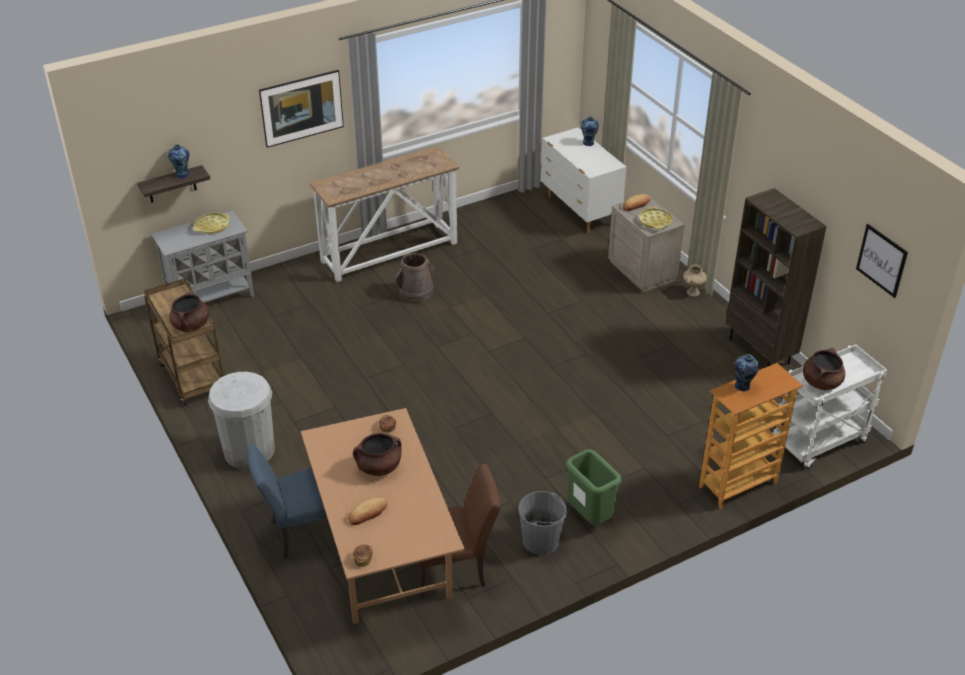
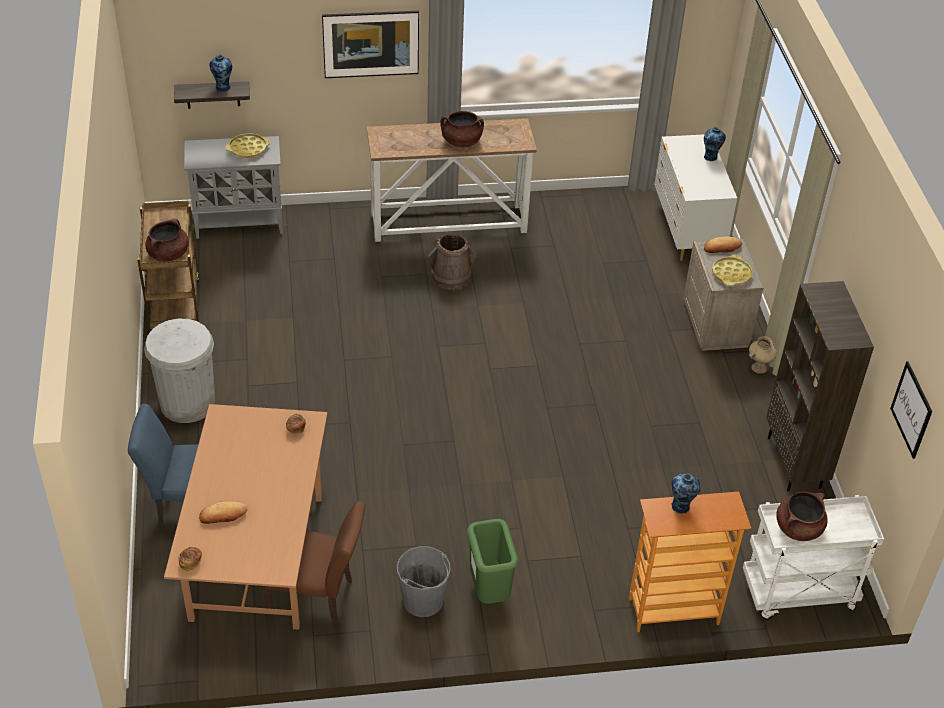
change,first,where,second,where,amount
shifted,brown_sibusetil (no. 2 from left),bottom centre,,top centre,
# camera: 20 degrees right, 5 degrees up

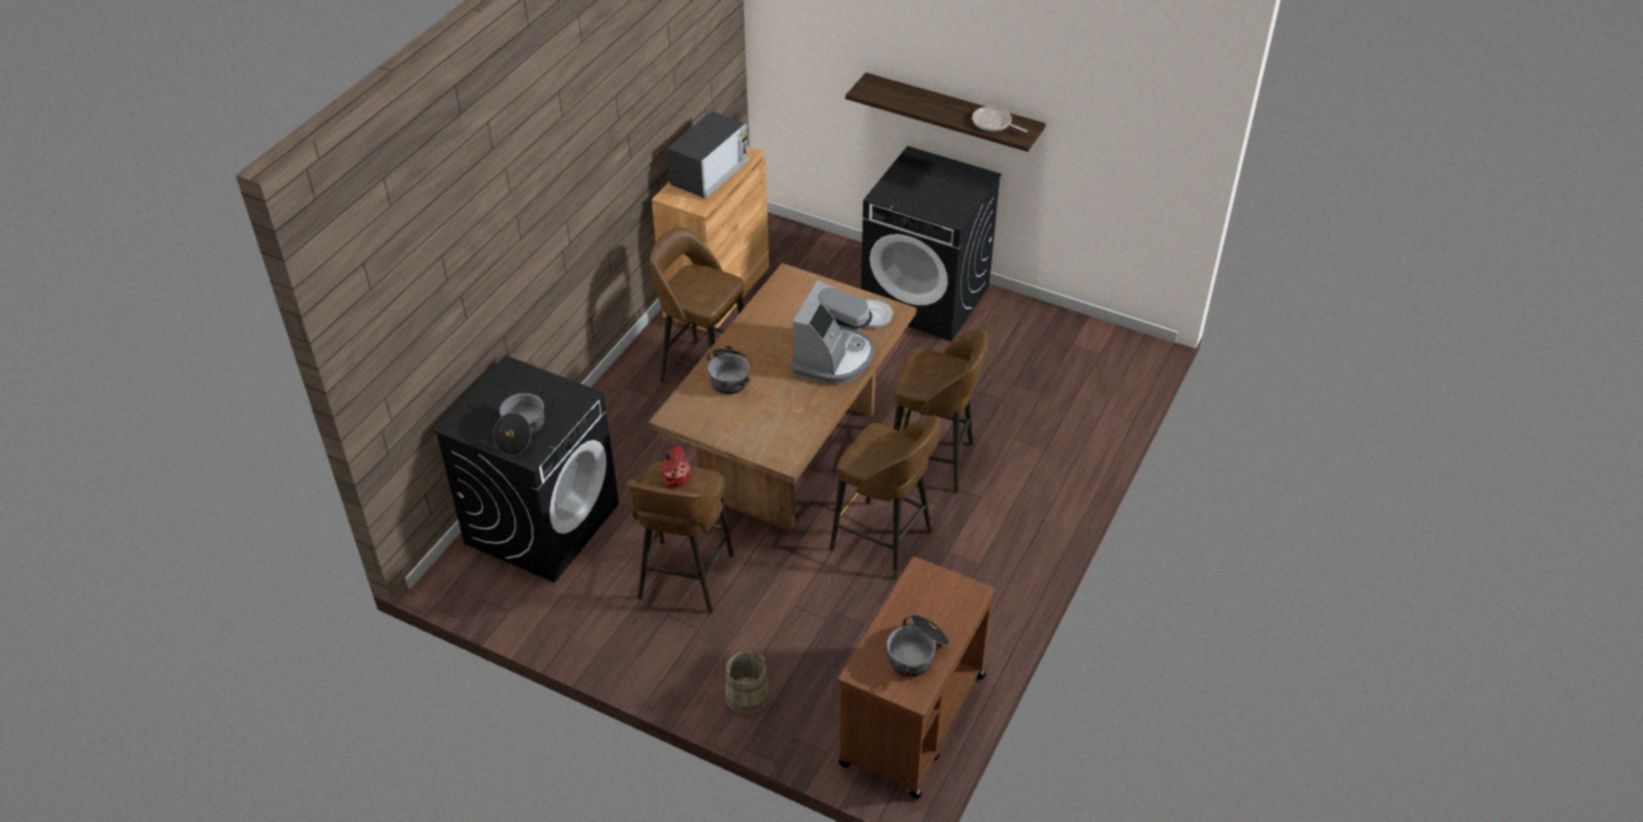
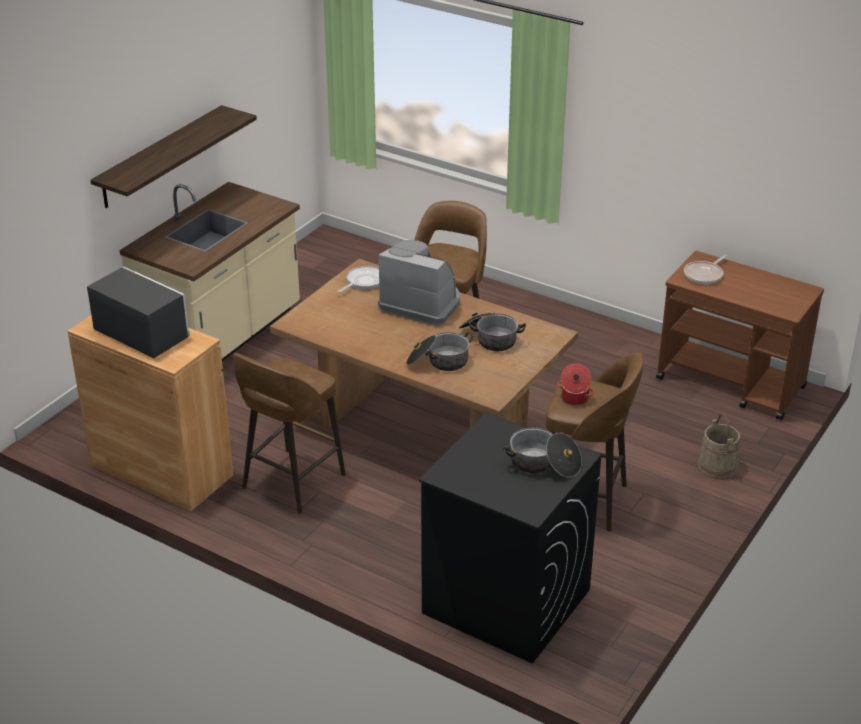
change,first,where,second,where,amount
gone,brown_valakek (no. 3 from left),centre,,,
swapped,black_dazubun (no. 2 from left),top centre,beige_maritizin,middle left,
shifted,sibusetil (no. 4 from left in the first image),bottom centre,sibusetil (no. 2 from left),centre,
shifted,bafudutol (no. 2 from left),top centre,,middle right,
# camera: 85 degrees left, 10 degrees down

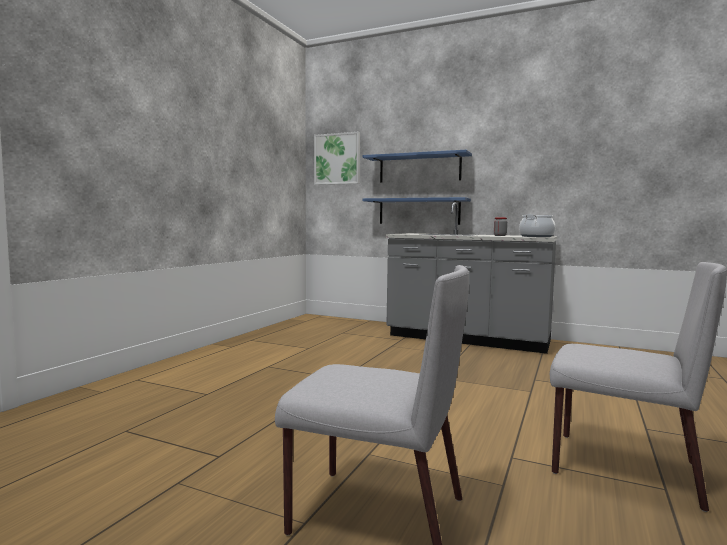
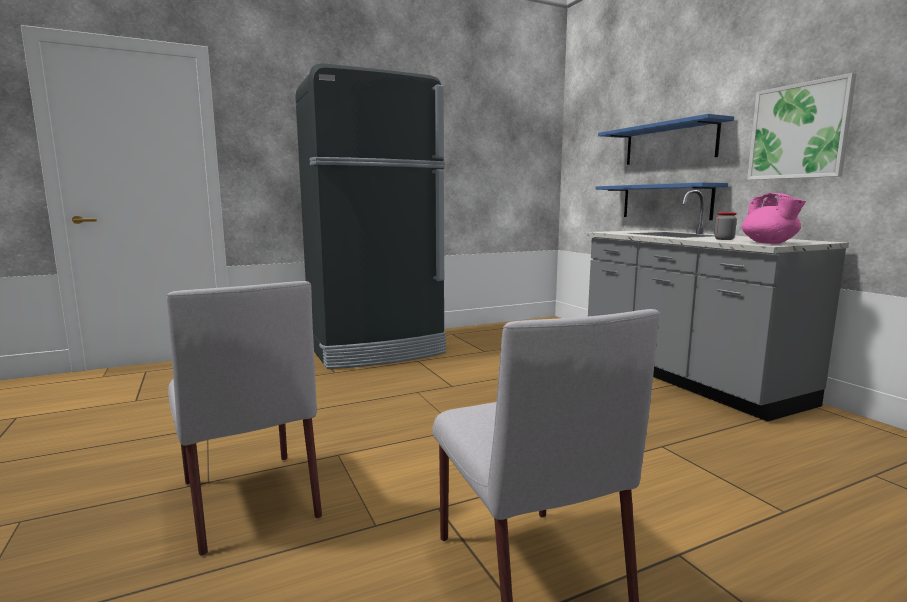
change,first,where,second,where,amount
shifted,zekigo,top centre,,top right,
swapped,sibusetil,middle right,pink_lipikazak,middle right,
new,,,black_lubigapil,centre,
# camera: 40 degrees right, 5 degrees up

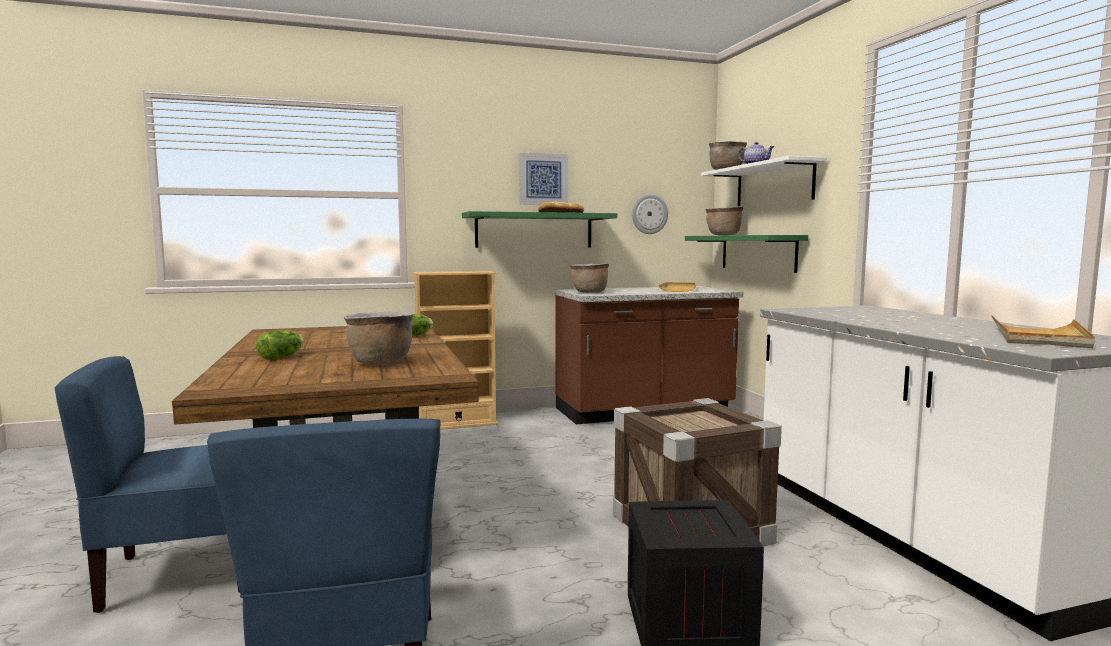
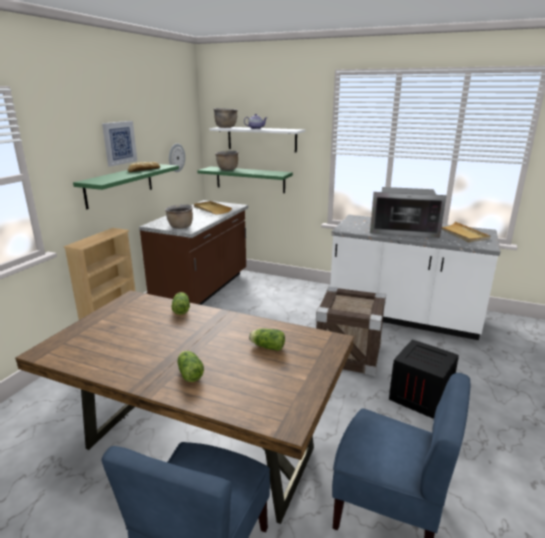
change,first,where,second,where,amount
swapped,brown_sibusetil (no. 1 from left),centre,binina (no. 3 from left),centre,
new,,,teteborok,middle right,
# camera: 50 degrees left, 15 degrees up

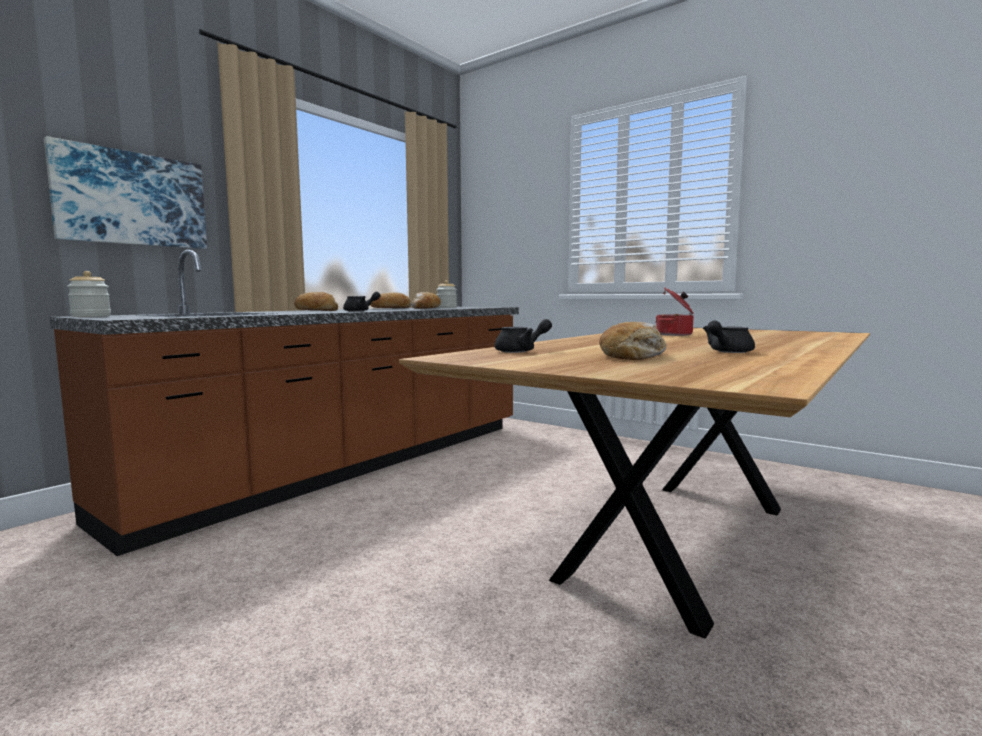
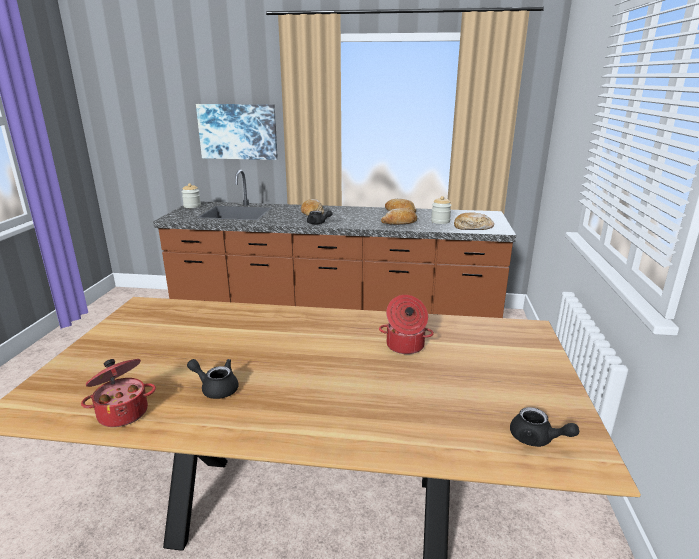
change,first,where,second,where,amount
shifted,black_lipikazak (no. 2 from left in the first image),centre,black_lipikazak (no. 3 from left),bottom right,
shifted,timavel (no. 4 from left),centre,,middle right,
new,,,sibusetil (no. 1 from left),bottom left,
# camera: 60 degrees right, 15 degrees up

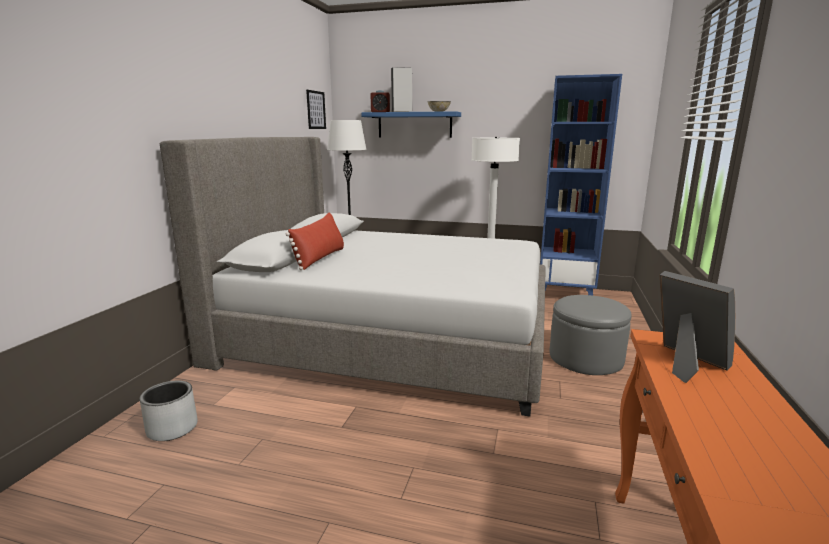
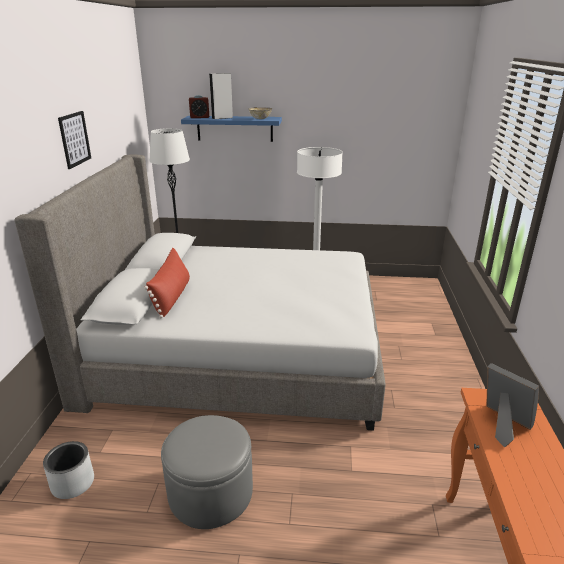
change,first,where,second,where,amount
shifted,zekigo,top centre,,top left,
gone,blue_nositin,middle right,,,
shifted,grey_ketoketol,middle right,,bottom centre,
# camera: 10 degrees left, 10 degrees up

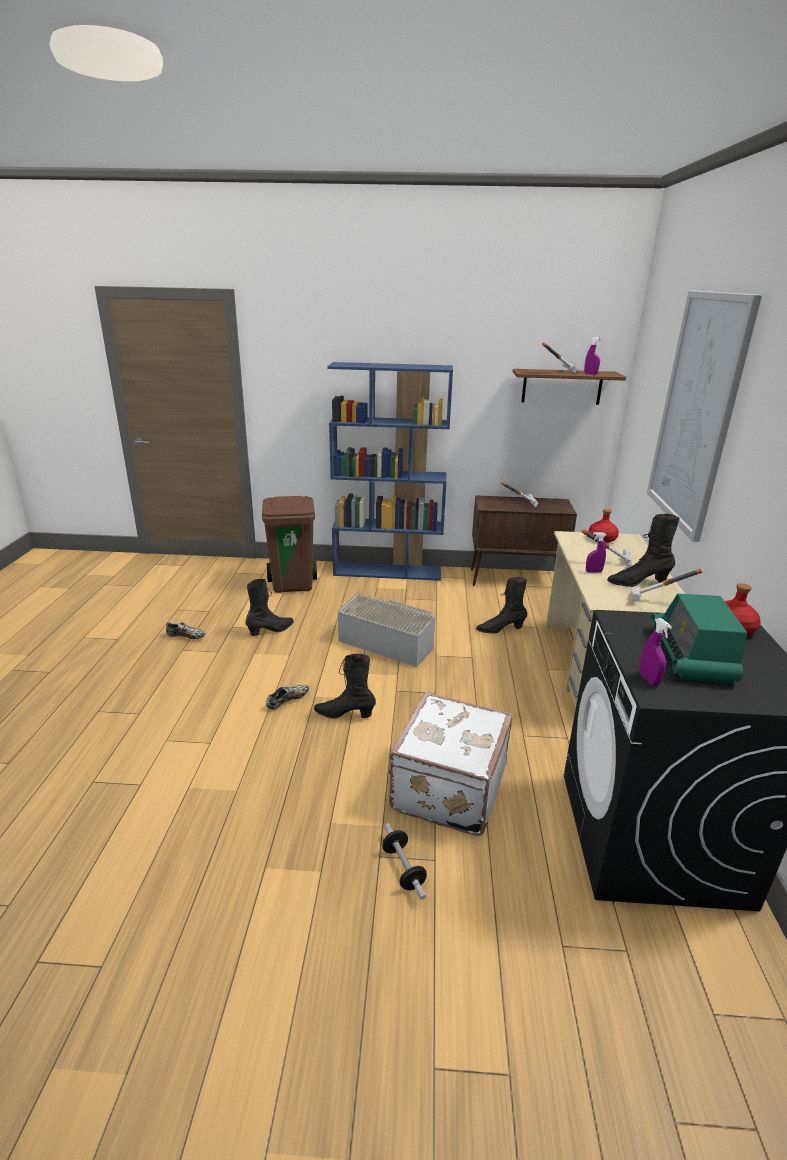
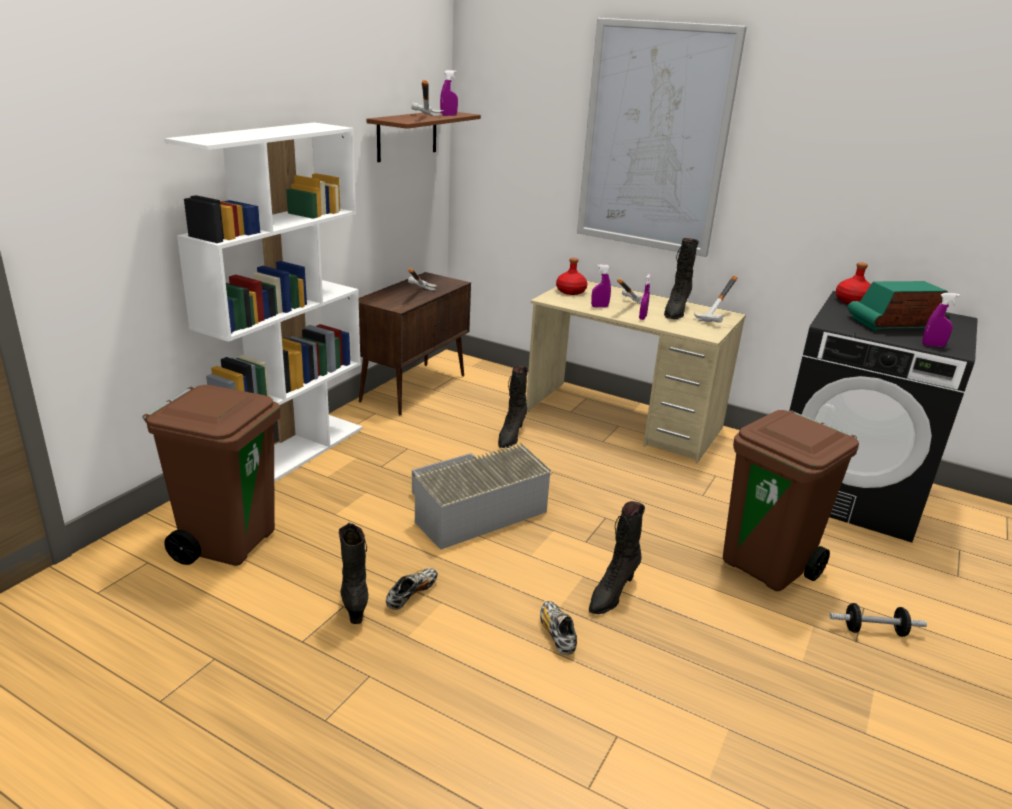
change,first,where,second,where,amount
shifted,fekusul (no. 1 from left),middle left,,bottom centre,
repainted,blue_nositin,centre,white_nositin,middle left,
swapped,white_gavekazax,centre,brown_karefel (no. 2 from left),middle right,
rotated,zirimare,middle right,,middle right,135 degrees clockwise
new,,,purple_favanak (no. 2 from left),centre,
# camera: 65 degrees left, 0 degrees up

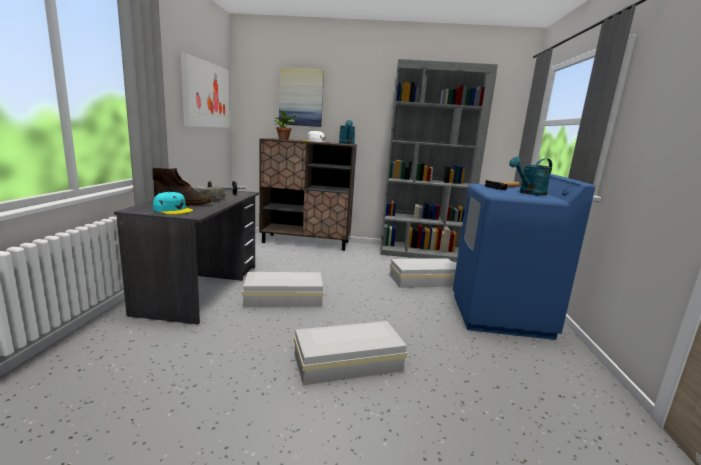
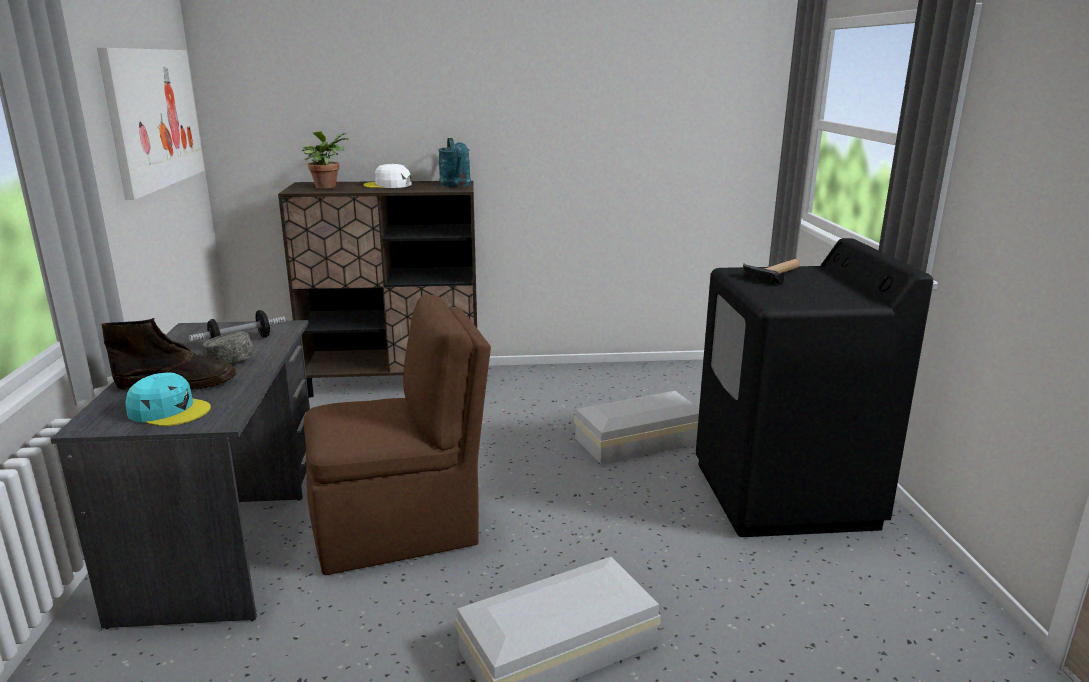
change,first,where,second,where,amount
swapped,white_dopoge (no. 1 from left),centre,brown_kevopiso,centre,
gone,zekigo (no. 2 from left),top centre,,,
gone,grey_nositin,centre,,,
repainted,blue_dazubun,middle right,black_dazubun,middle right,
gone,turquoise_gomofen (no. 2 from left),middle right,,,
# camera: 10 degrees left, 5 degrees up

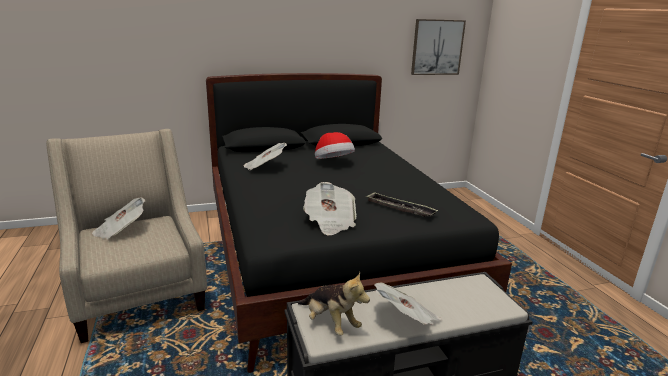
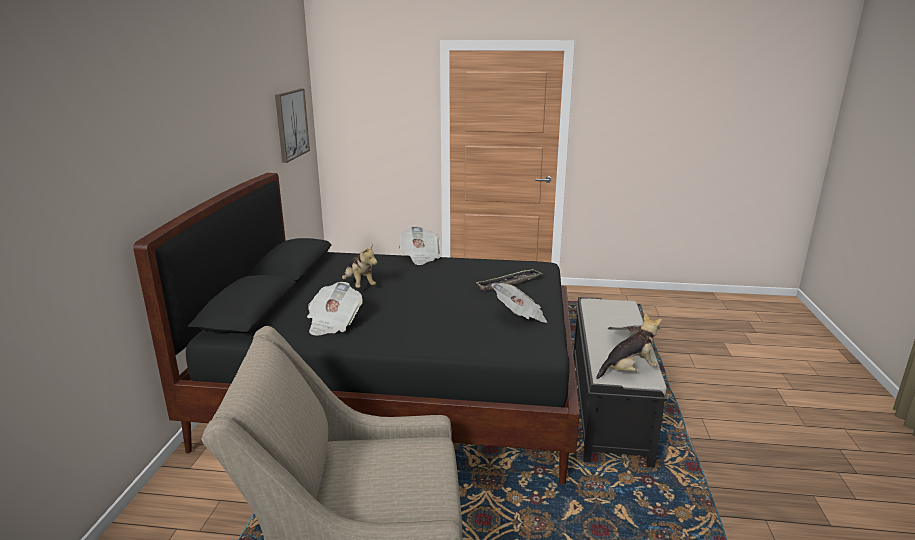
change,first,where,second,where,amount
shifted,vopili (no. 1 from left in the first image),middle left,vopili (no. 2 from left),centre,
swapped,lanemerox,centre,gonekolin (no. 1 from left),centre,
# camera: 65 degrees left, 0 degrees up

